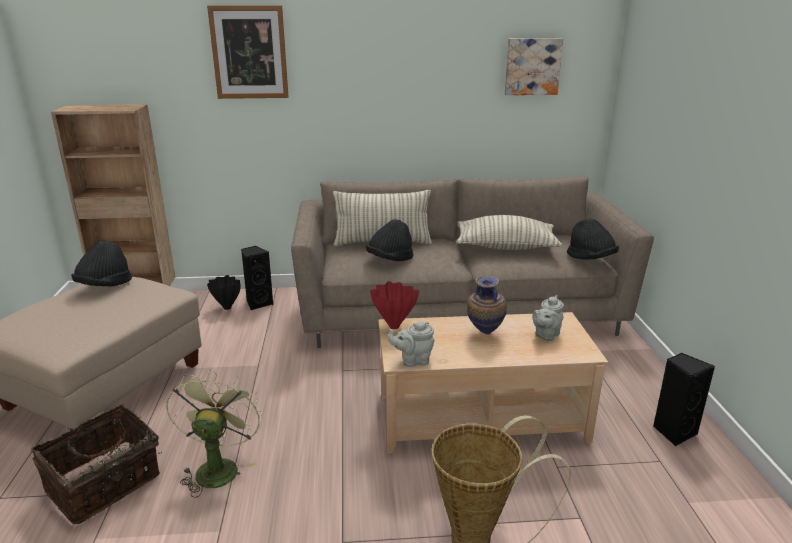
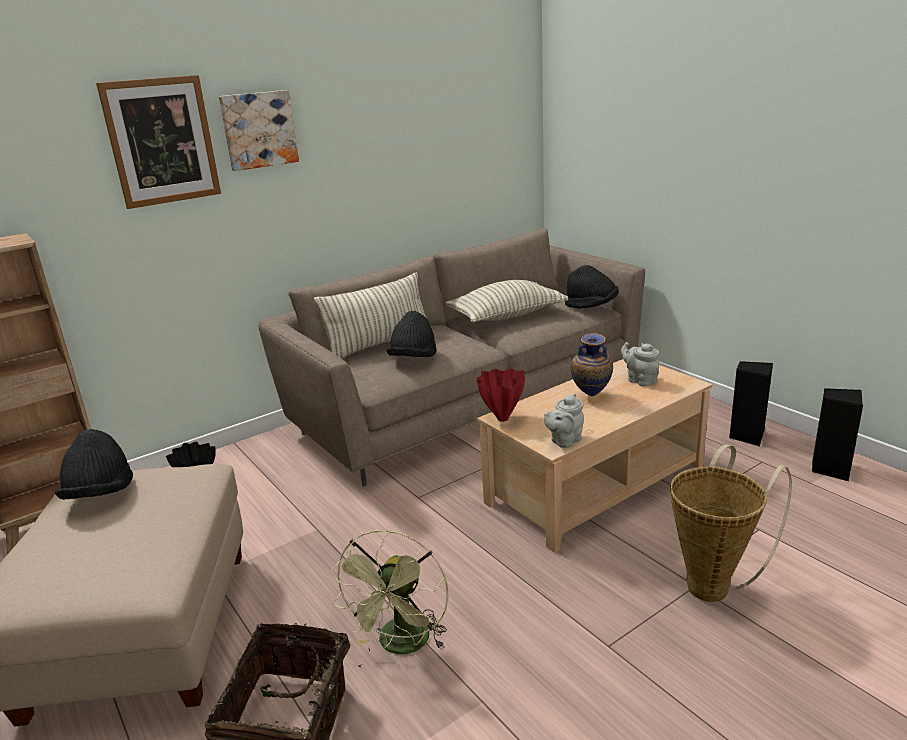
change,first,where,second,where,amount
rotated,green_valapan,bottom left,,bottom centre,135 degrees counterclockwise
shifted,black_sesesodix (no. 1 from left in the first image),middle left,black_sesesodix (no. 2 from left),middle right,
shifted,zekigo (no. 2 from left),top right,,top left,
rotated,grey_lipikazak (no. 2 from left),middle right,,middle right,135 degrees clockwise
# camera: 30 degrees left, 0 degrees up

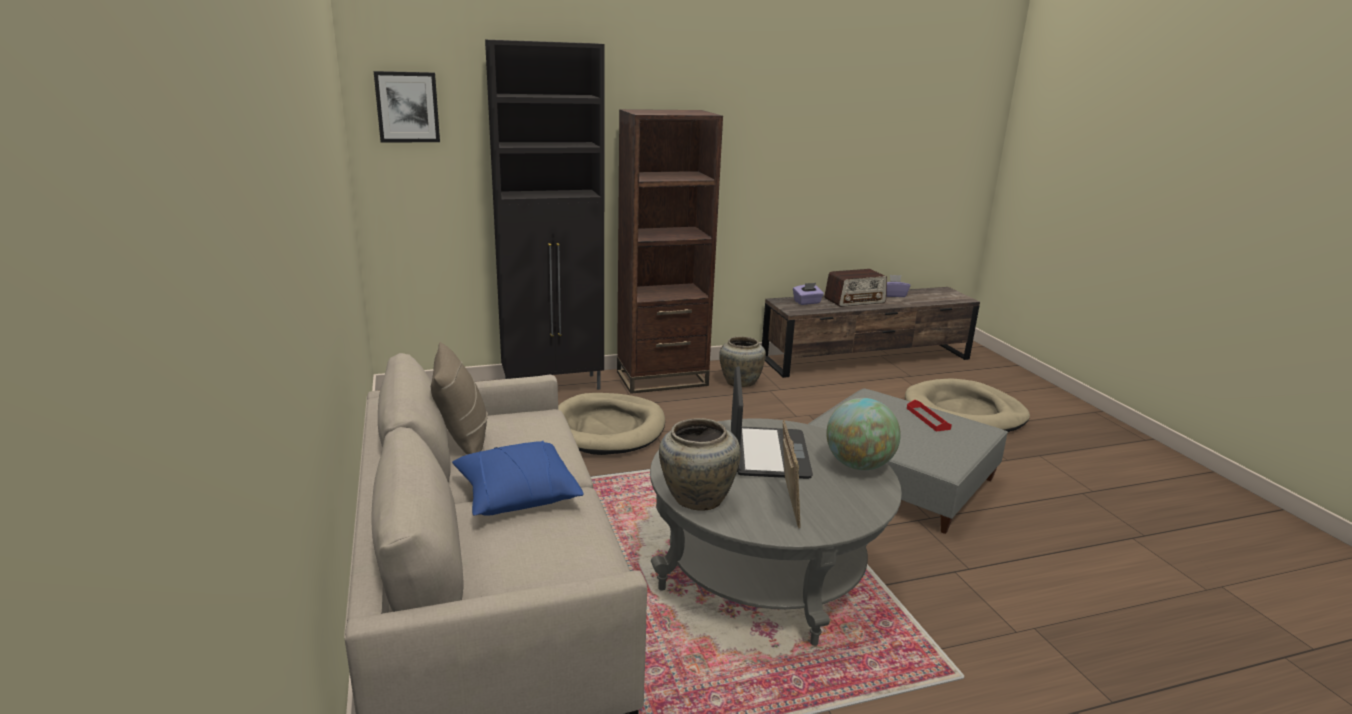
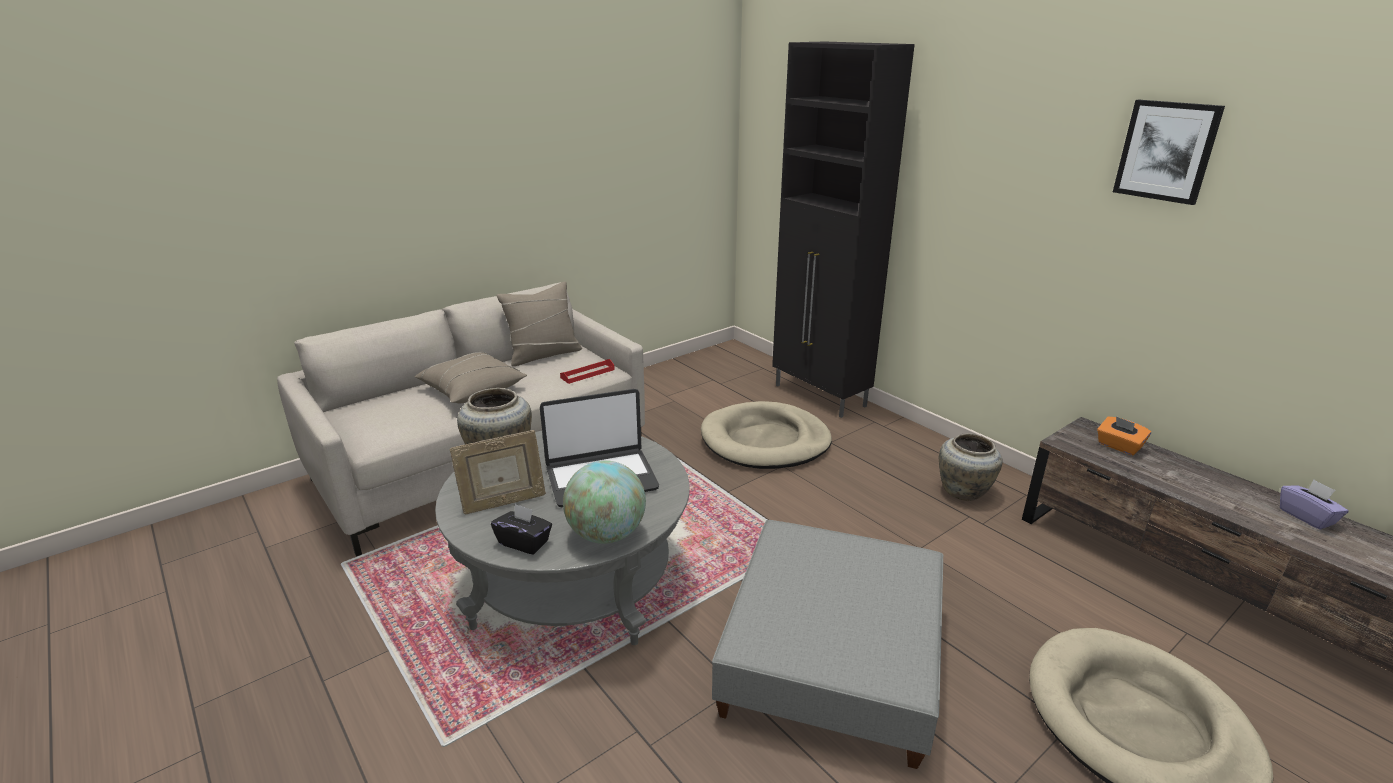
change,first,where,second,where,amount
shifted,zekigo,top left,,top right,
repainted,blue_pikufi,bottom centre,beige_pikufi (no. 1 from left),centre,
gone,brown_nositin,centre,,,
repainted,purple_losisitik (no. 1 from left),centre,orange_losisitik,middle right,
gone,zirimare,centre,,,
shifted,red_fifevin,middle right,,centre,
new,,,black_losisitik,bottom centre,
# camera: 70 degrees right, 5 degrees up

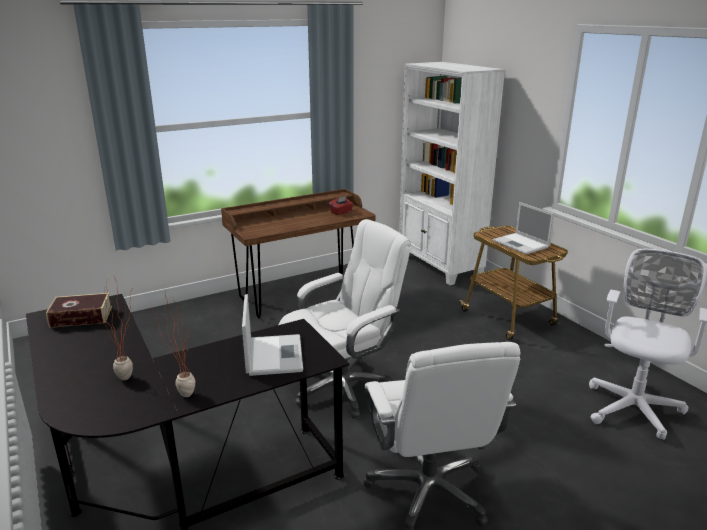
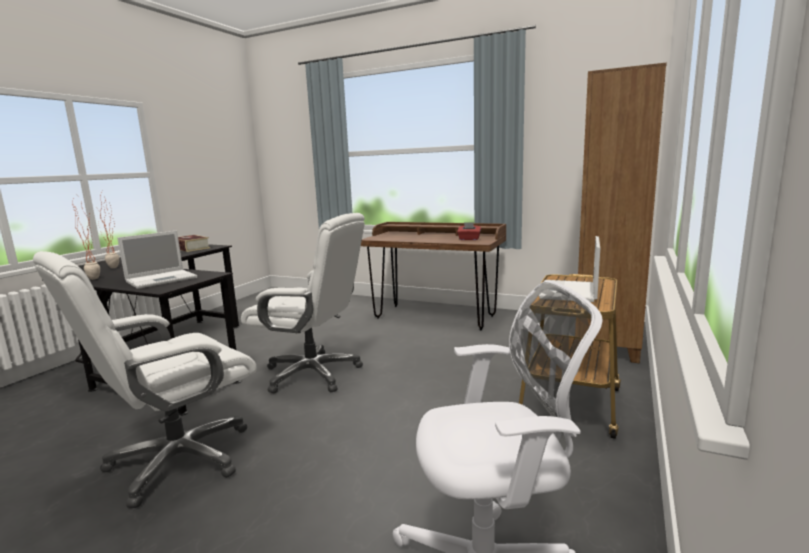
change,first,where,second,where,amount
repainted,white_nositin,top centre,brown_nositin,middle right,
# camera: 55 degrees right, 10 degrees down

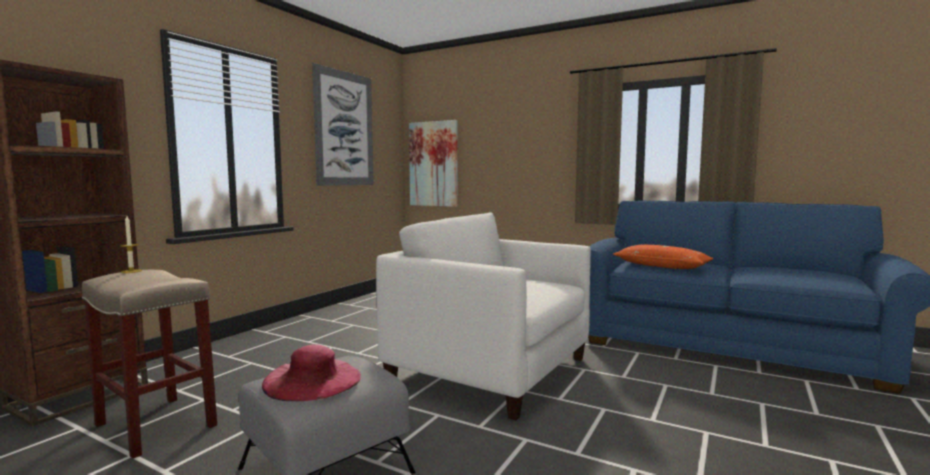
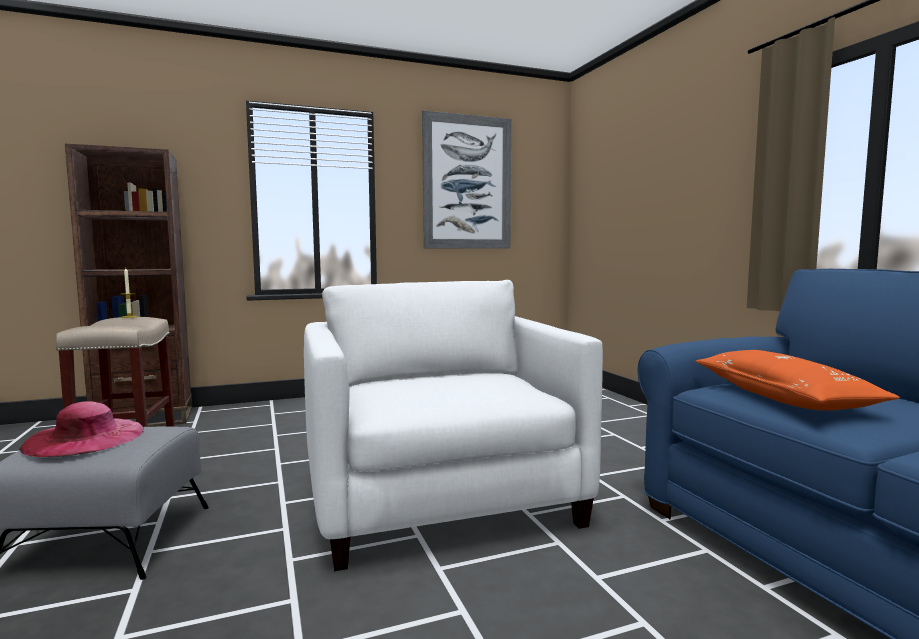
change,first,where,second,where,amount
gone,zekigo (no. 2 from left),centre,,,
# camera: 40 degrees right, 0 degrees up

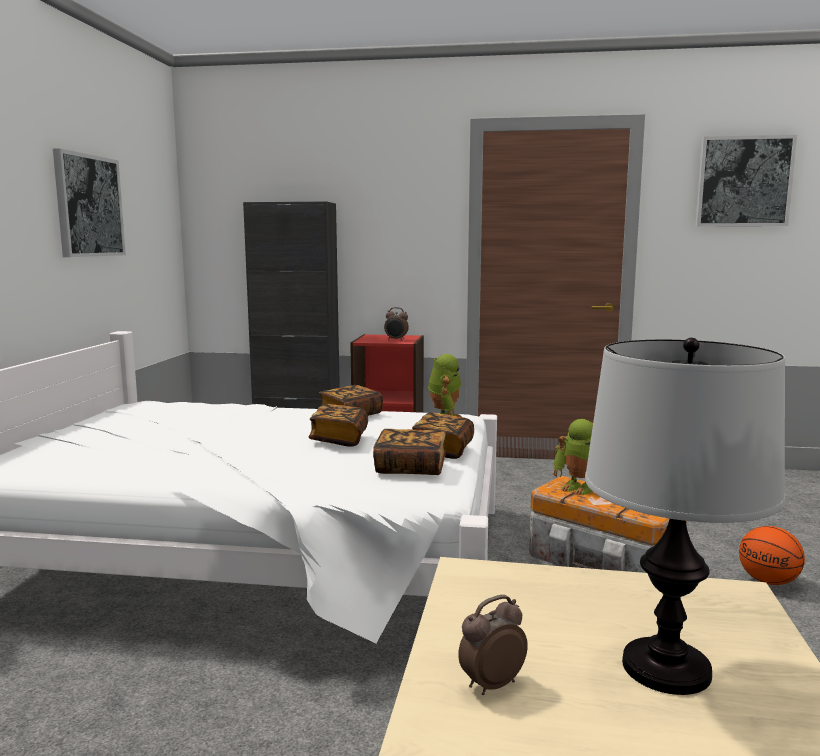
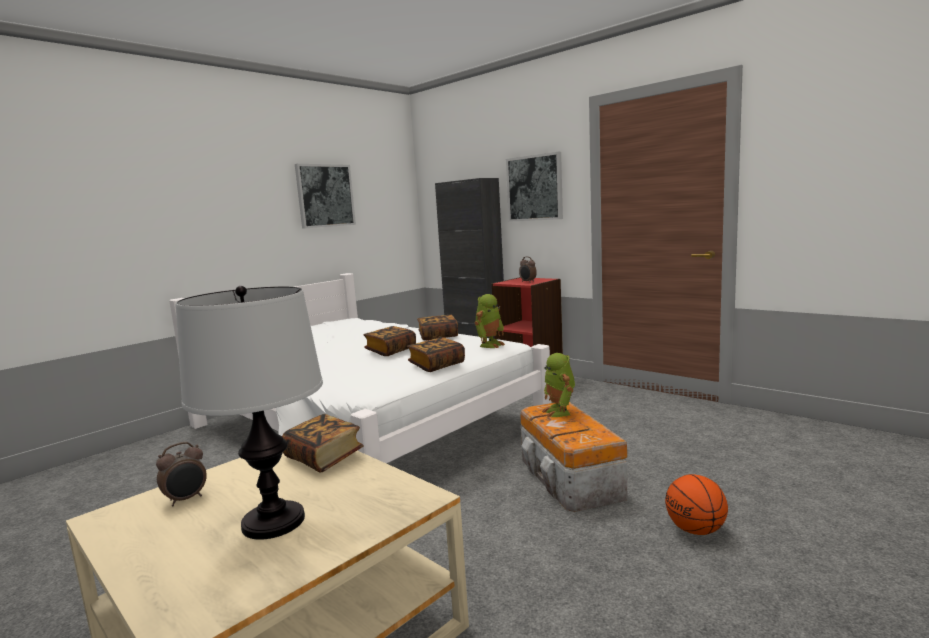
change,first,where,second,where,amount
shifted,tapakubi (no. 3 from left in the first image),centre,tapakubi (no. 1 from left),bottom centre,
rotated,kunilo (no. 2 from left in the first image),bottom centre,kunilo (no. 1 from left),bottom left,135 degrees clockwise
shifted,zekigo (no. 2 from left),top right,,top centre,
# camera: 35 degrees right, 0 degrees up

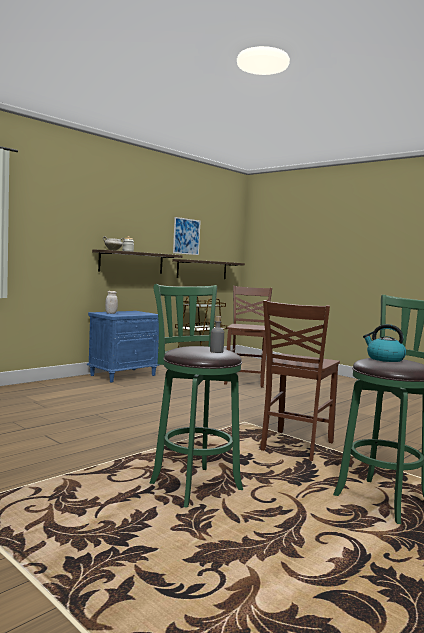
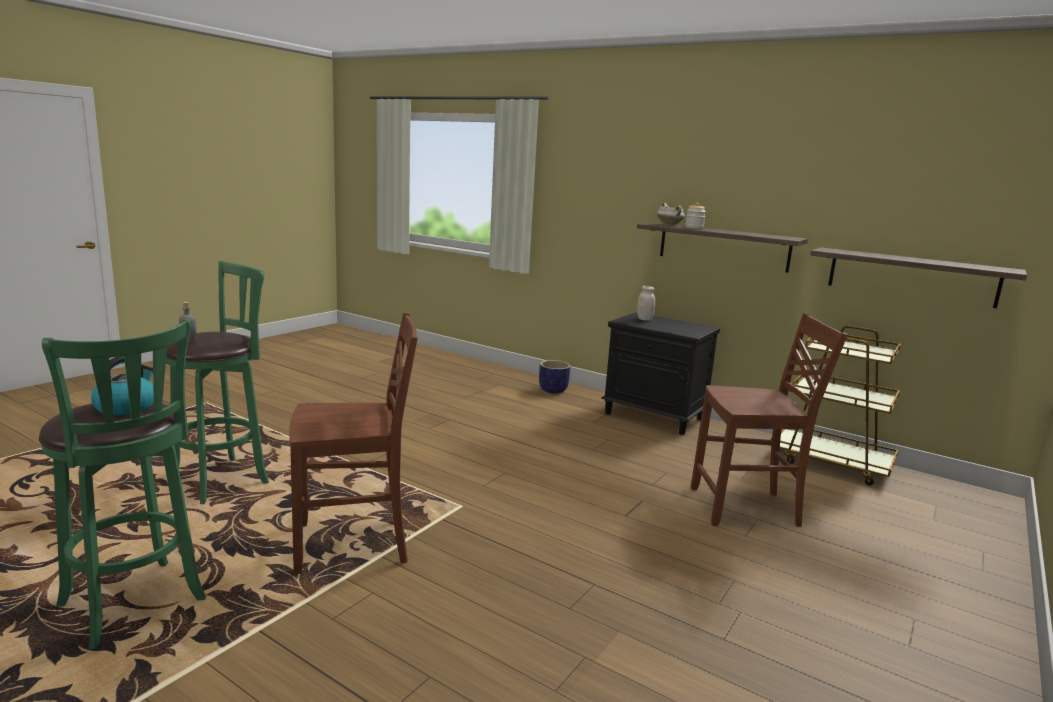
change,first,where,second,where,amount
repainted,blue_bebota,middle left,black_bebota,centre,
gone,zekigo,centre,,,
rotated,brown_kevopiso (no. 2 from left in the first image),middle right,brown_kevopiso (no. 1 from left),centre,150 degrees clockwise
new,,,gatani,centre,
# camera: 80 degrees right, 10 degrees up

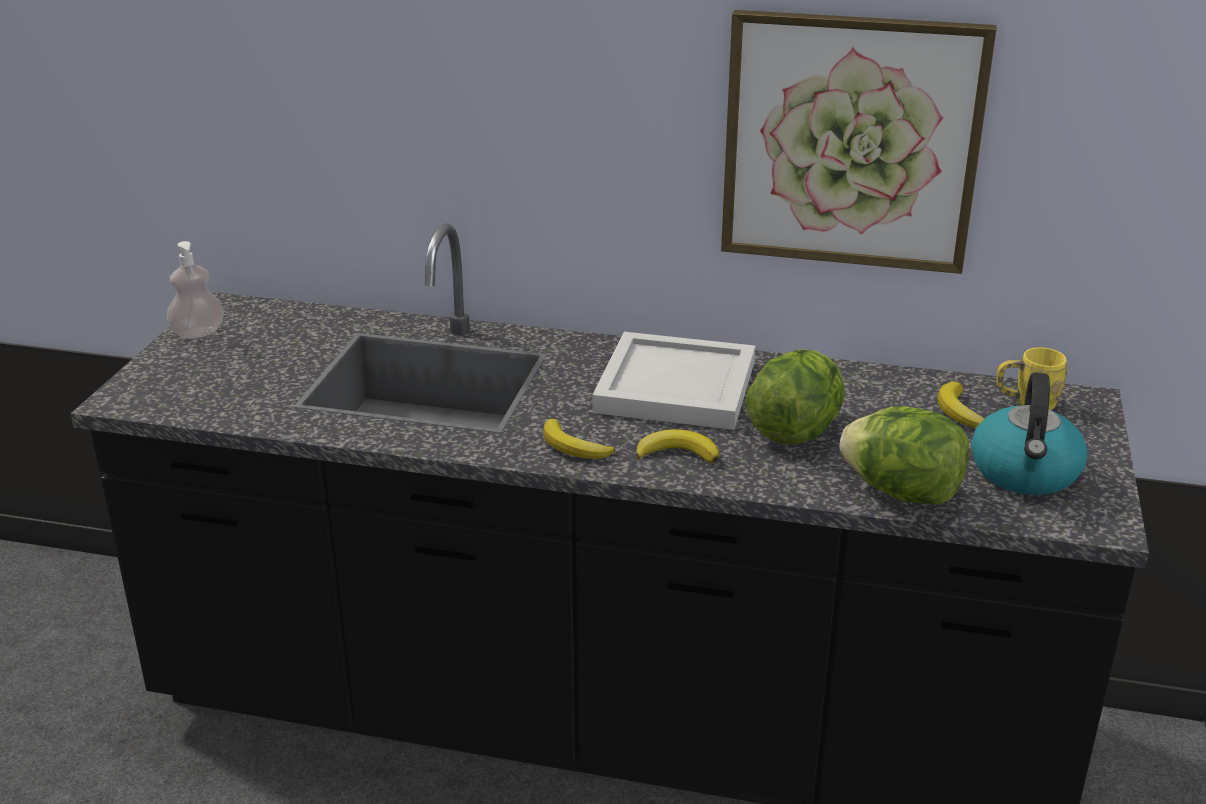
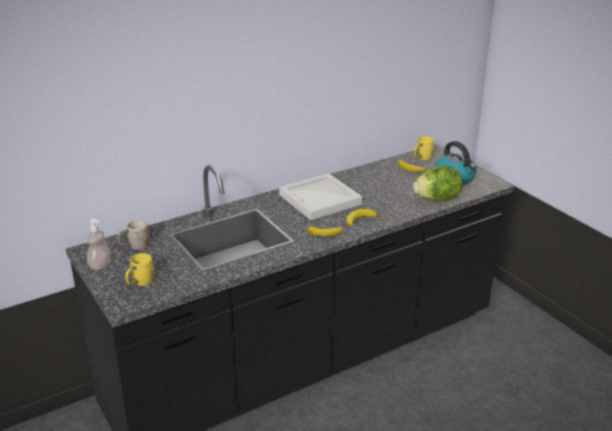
change,first,where,second,where,amount
gone,zekigo,top right,,,
gone,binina (no. 1 from left),centre,,,
new,,,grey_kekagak,middle left,
new,,,yellow_kekagak (no. 1 from left),middle left,
# camera: 45 degrees left, 0 degrees up

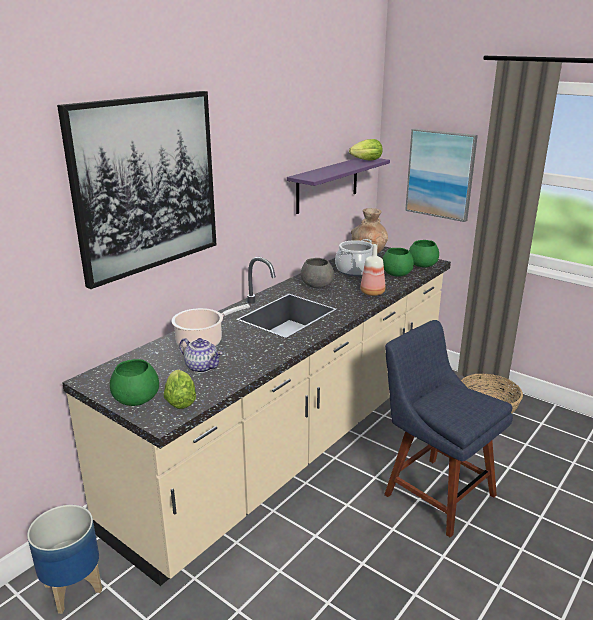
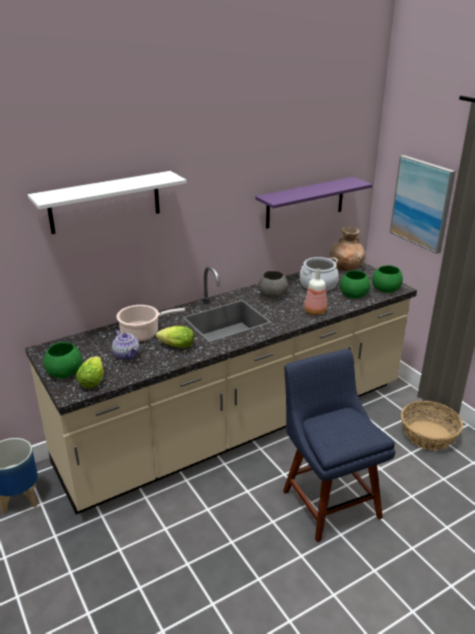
change,first,where,second,where,amount
swapped,zekigo (no. 1 from left),top left,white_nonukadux,top left,
shifted,binina (no. 2 from left),top centre,,centre,
# camera: 20 degrees right, 5 degrees up

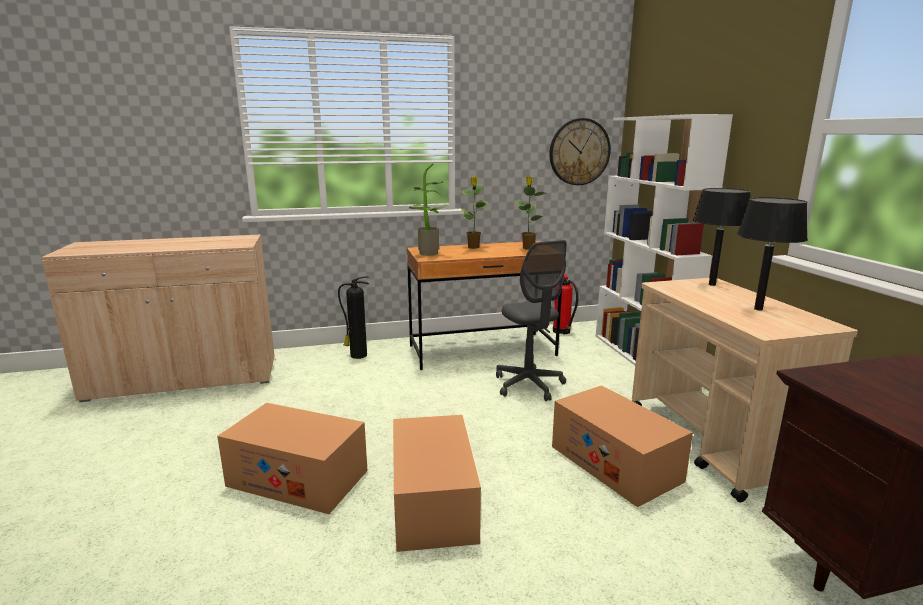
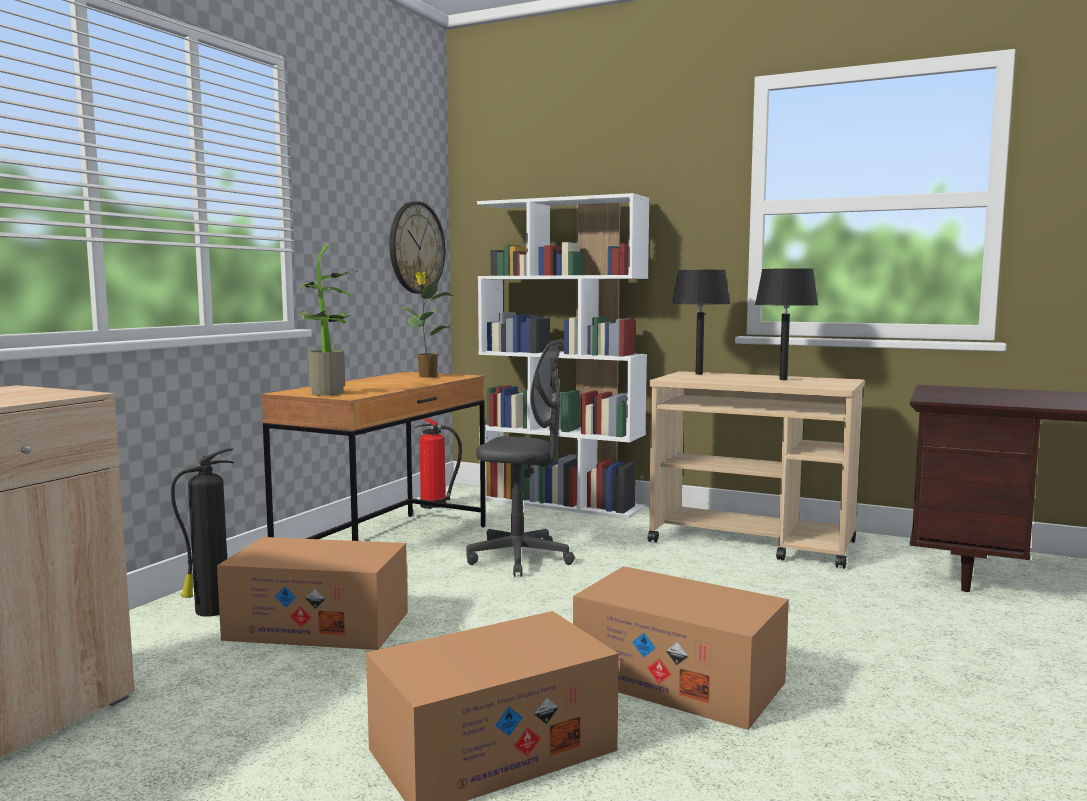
change,first,where,second,where,amount
gone,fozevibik (no. 2 from left),centre,,,
shifted,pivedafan (no. 3 from left in the first image),bottom right,pivedafan (no. 1 from left),bottom left,
# camera: 50 degrees left, 10 degrees down

